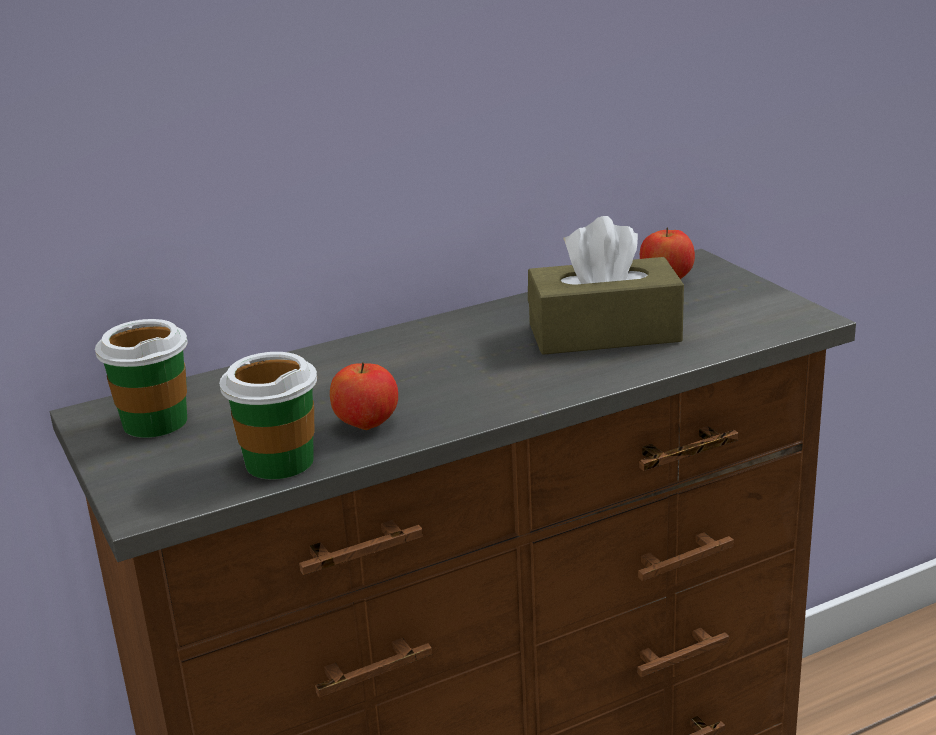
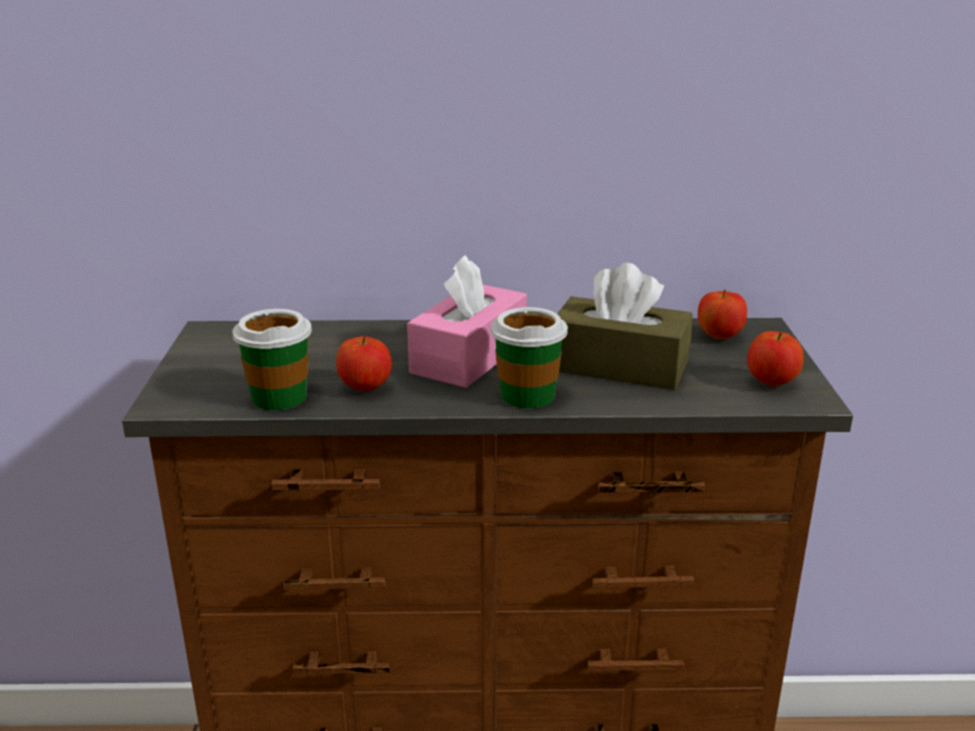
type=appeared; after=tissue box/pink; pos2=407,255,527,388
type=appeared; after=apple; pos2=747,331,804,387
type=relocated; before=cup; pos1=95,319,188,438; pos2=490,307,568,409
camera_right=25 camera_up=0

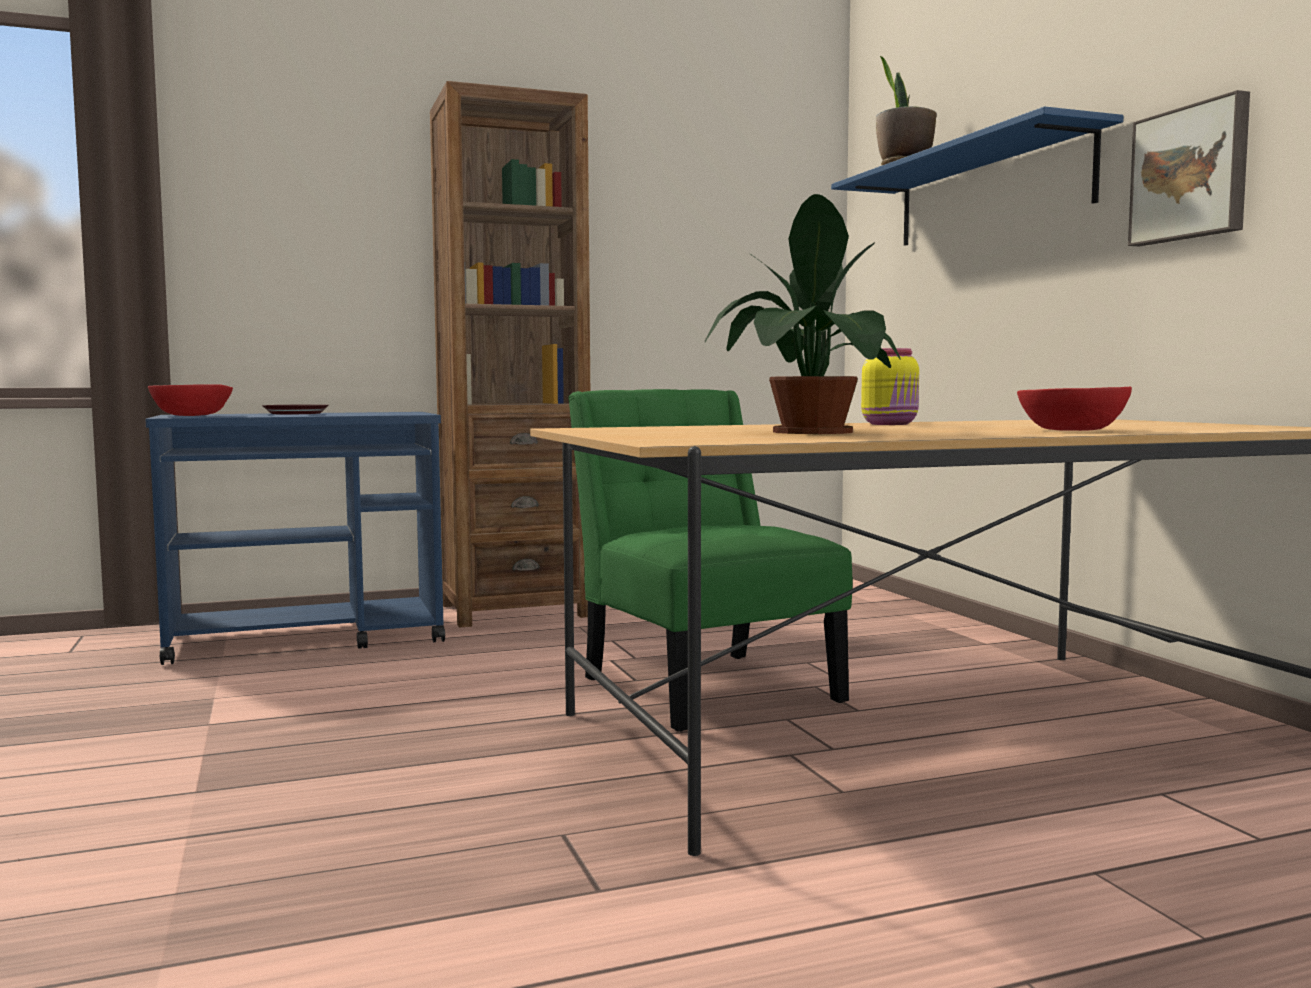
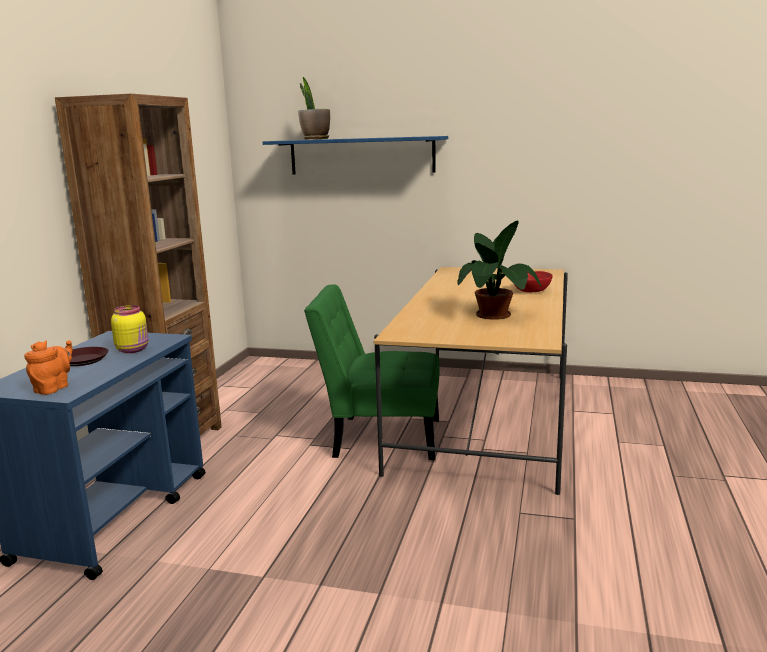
type=missing; before=picture; pos1=1128,90,1250,246
type=relocated; before=jar/yellow; pos1=861,348,919,425; pos2=111,305,148,353
type=exchanged; before=bowl/red; after=teapot/orange; pos1=148,384,233,416; pos2=24,340,73,395
camera_right=-55 camera_up=10

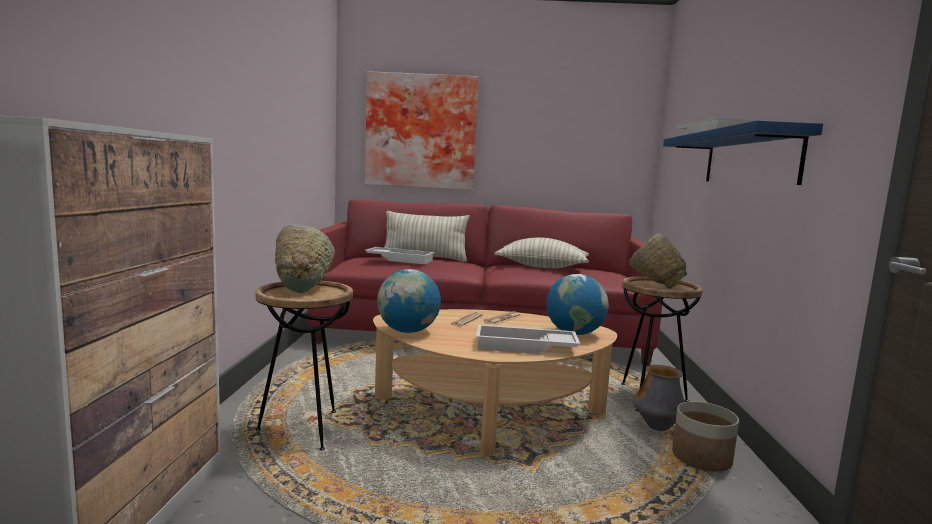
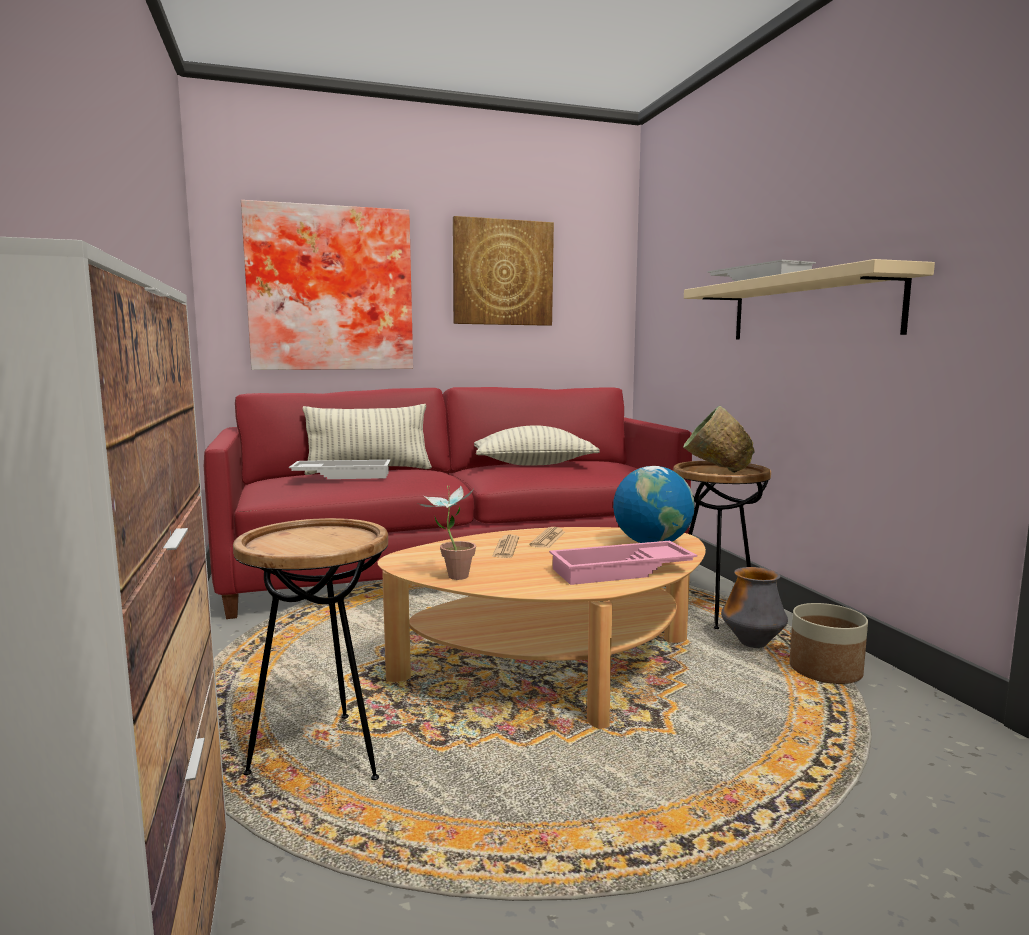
type=missing; before=bowl/green; pos1=275,225,335,293
type=appeared; after=picture; pos2=453,216,554,326
type=exchanged; before=globe; after=potted plant; pos1=377,269,441,333; pos2=418,486,476,580
type=colour; before=tray/white; after=tray/pink; pos1=476,325,580,354; pos2=549,541,697,585
type=colour; before=shelf/blue; after=shelf/beige; pos1=663,120,823,185; pos2=684,259,935,339
camera_right=-20 camera_up=0

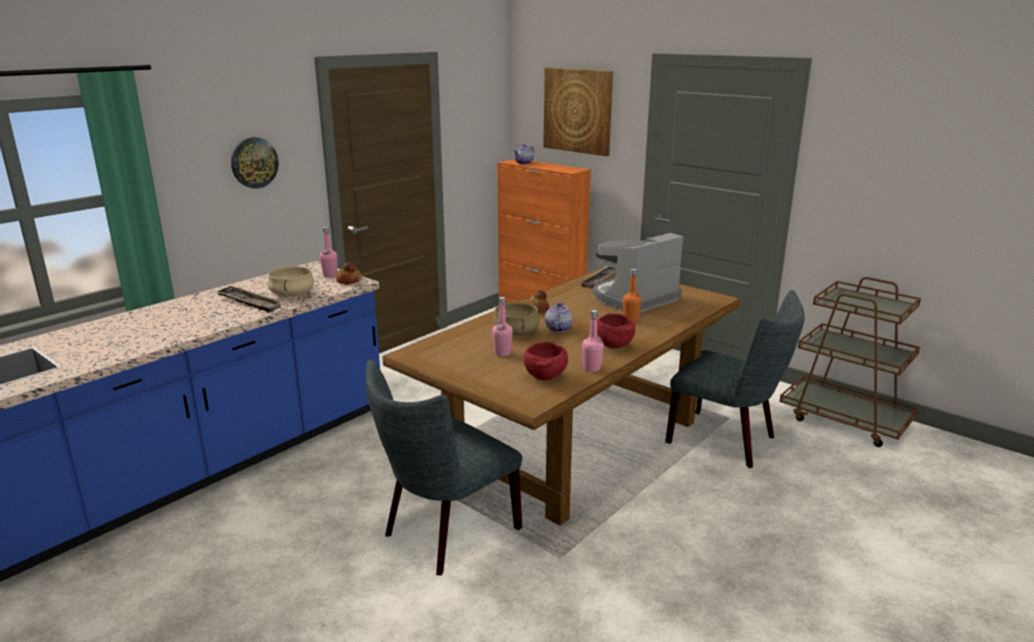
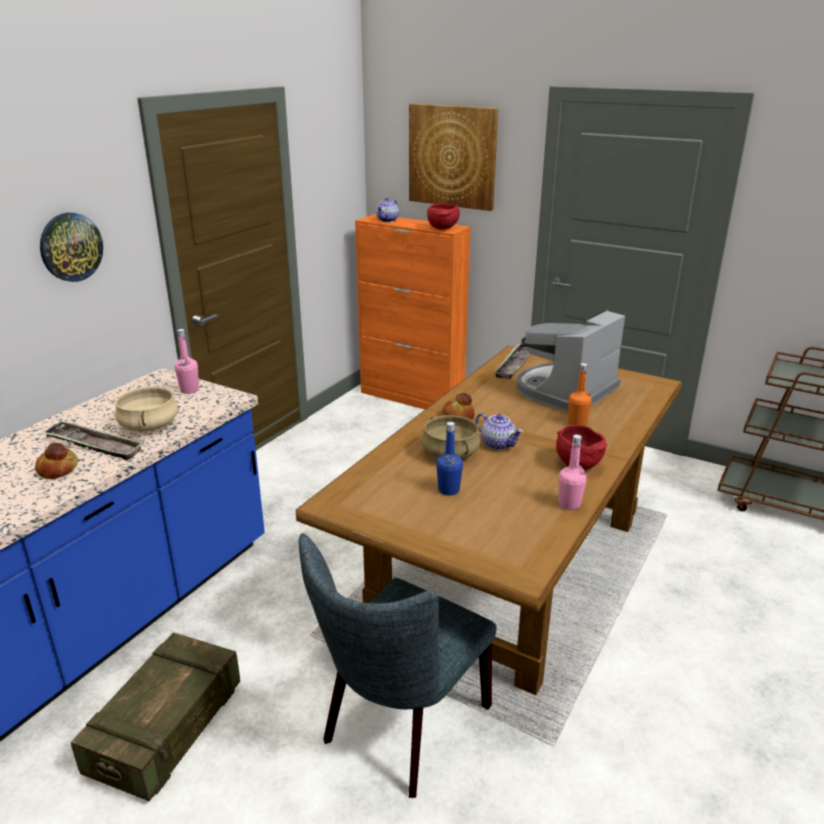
type=missing; before=chair/grey; pos1=665,290,805,468
type=appeared; after=crate; pos2=71,632,240,801
type=relocated; before=bread; pos1=336,262,362,284; pos2=35,443,78,479
type=relocated; before=bowl/red; pos1=524,342,568,380; pos2=427,203,460,229
type=colour; before=bottle/pink; after=bottle/blue; pos1=492,297,513,356; pos2=436,422,463,495
type=spun; before=teapot; pos1=545,302,573,332; pos2=476,413,523,450; turn=135
camera_right=-10 camera_up=5

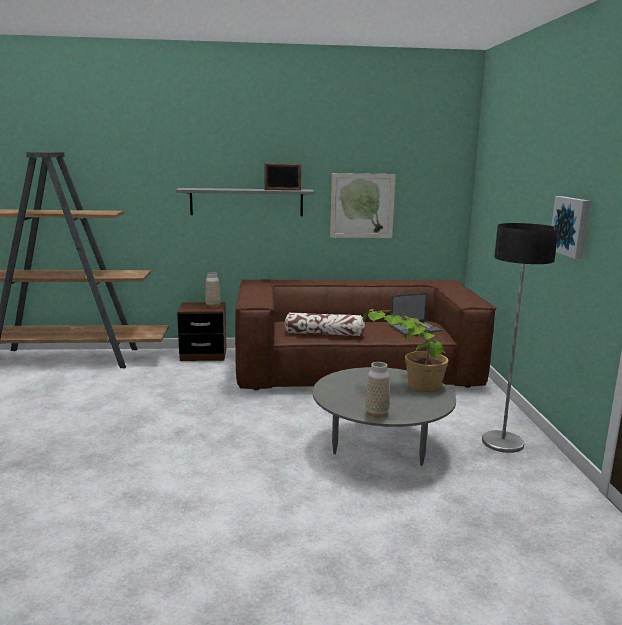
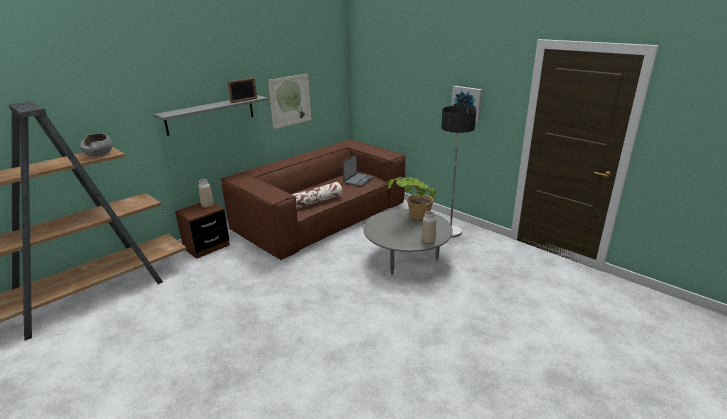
type=appeared; after=bowl/grey; pos2=80,133,113,156
camera_right=-40 camera_up=10

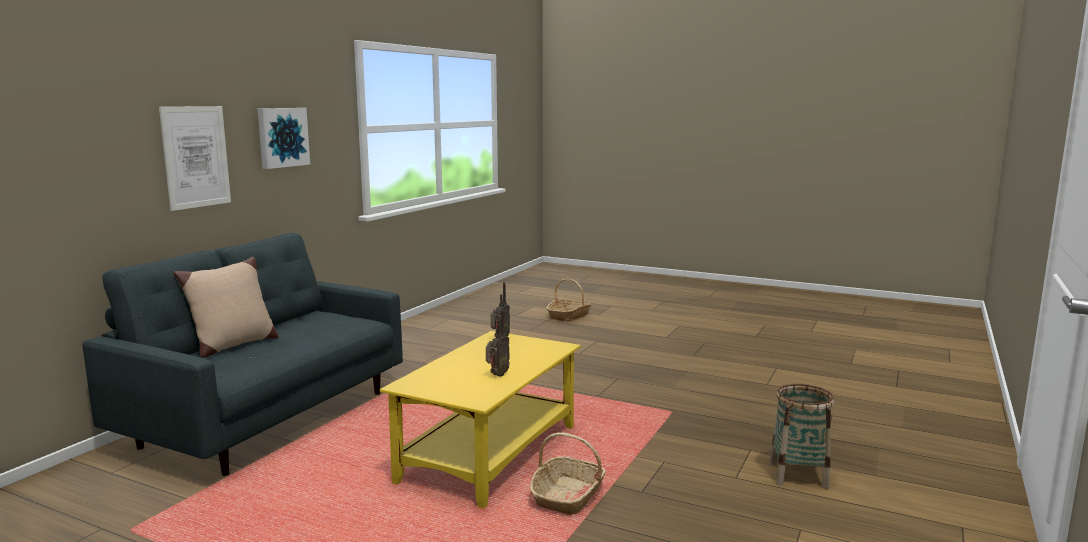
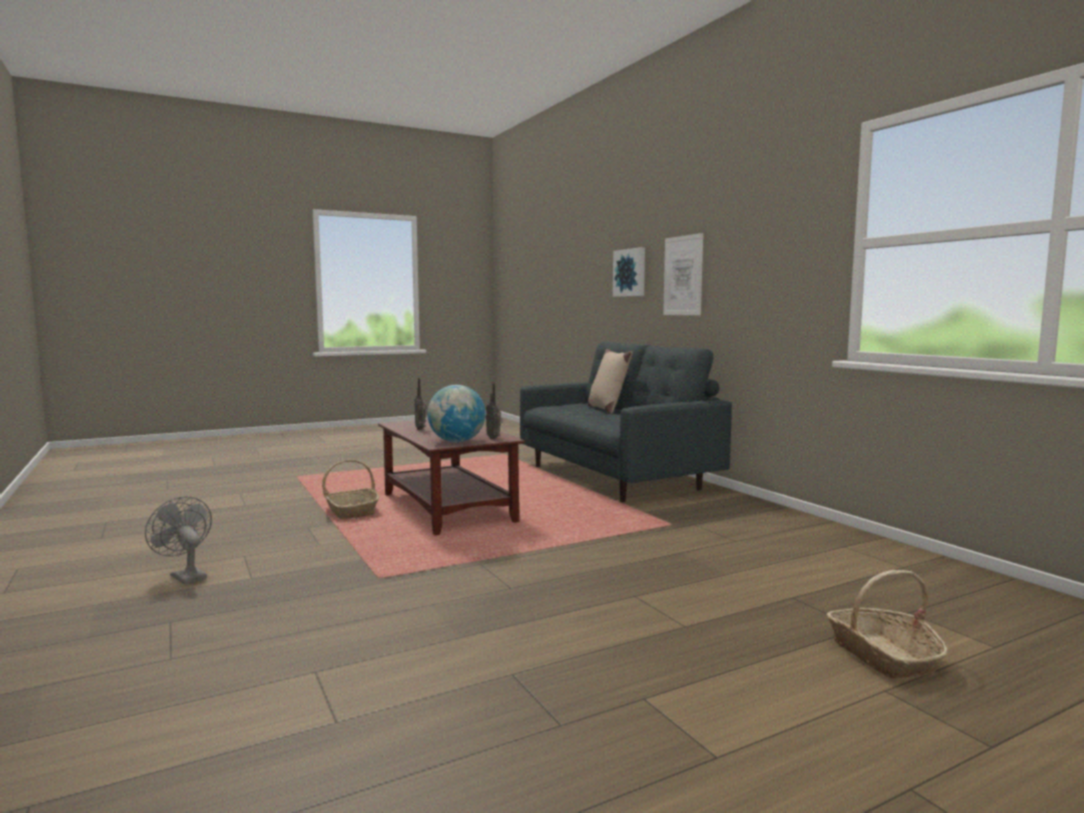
type=appeared; after=globe; pos2=427,385,486,442
type=relocated; before=picture; pos1=258,108,310,169; pos2=613,247,645,297
type=exchanged; before=basket; after=fan/grey; pos1=770,384,834,489; pos2=145,496,212,585
type=colour; before=coffee table/yellow; after=coffee table/brown; pos1=380,331,581,509; pos2=378,419,525,535
camera_right=125 camera_up=-5

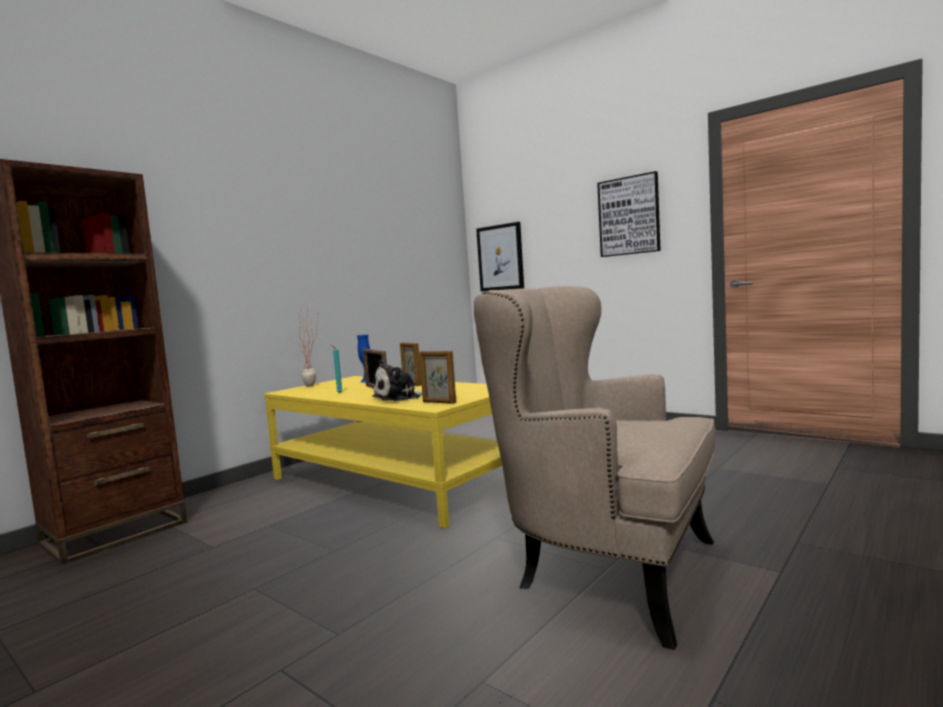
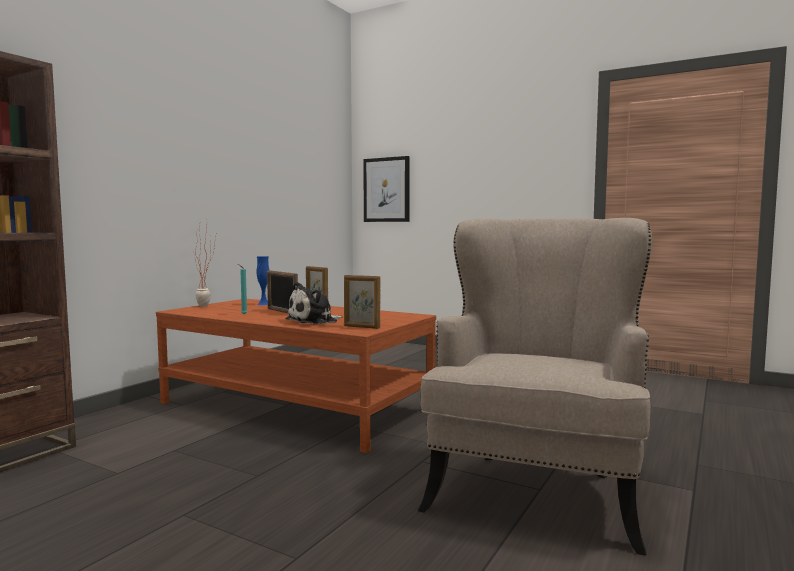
type=missing; before=picture; pos1=597,171,661,257
type=colour; before=coffee table/yellow; after=coffee table/brown; pos1=264,376,502,529; pos2=156,299,436,453
type=spun; before=armchair/beige; pos1=474,286,716,650; pos2=418,218,652,556; turn=90
camera_right=-10 camera_up=0

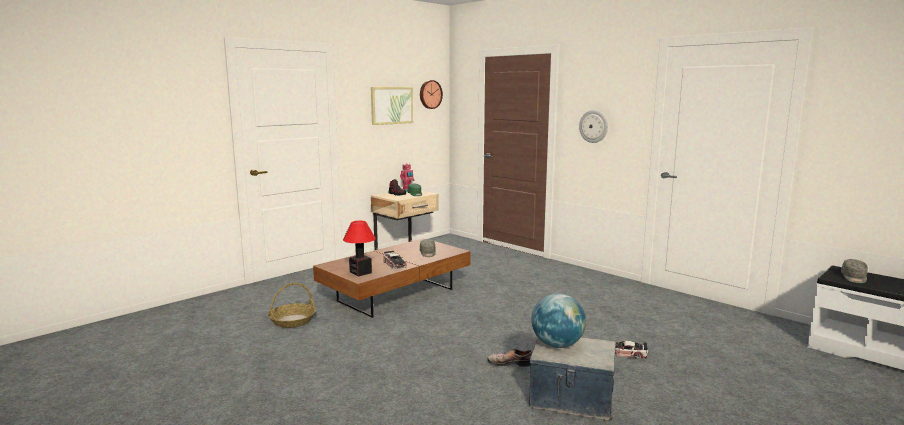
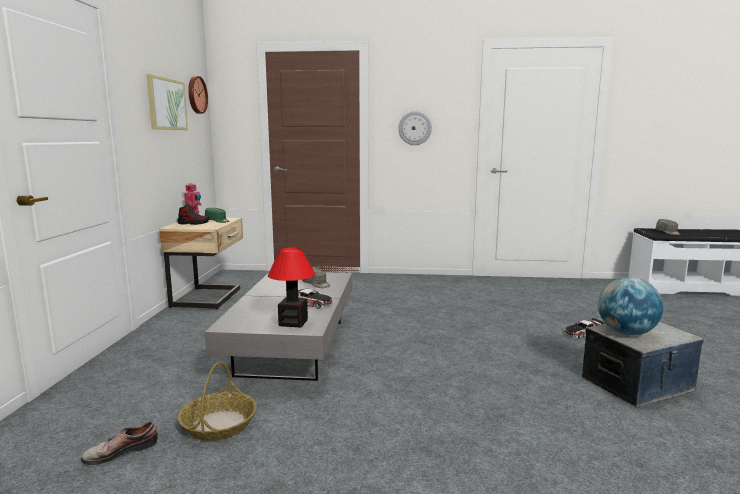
type=relocated; before=shoe; pos1=487,349,532,367; pos2=81,421,158,465
type=colour; before=coffee table/brown; after=coffee table/grey; pos1=313,238,471,318; pos2=205,272,352,381
camera_right=-40 camera_up=0

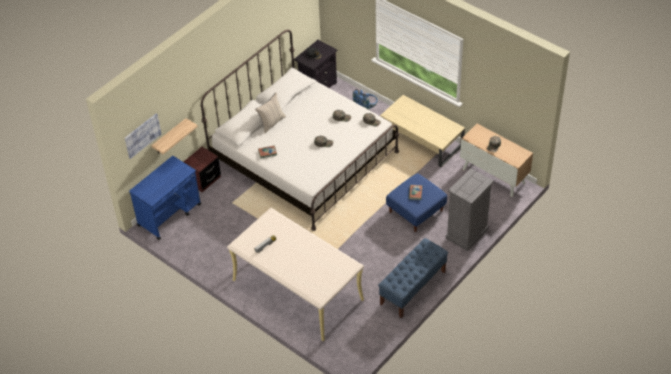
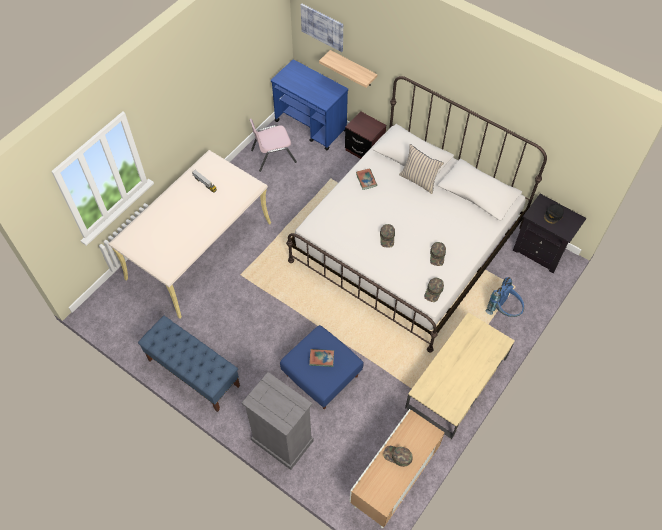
type=appeared; after=chair/pink; pos2=249,119,297,172
camera_right=85 camera_up=10

